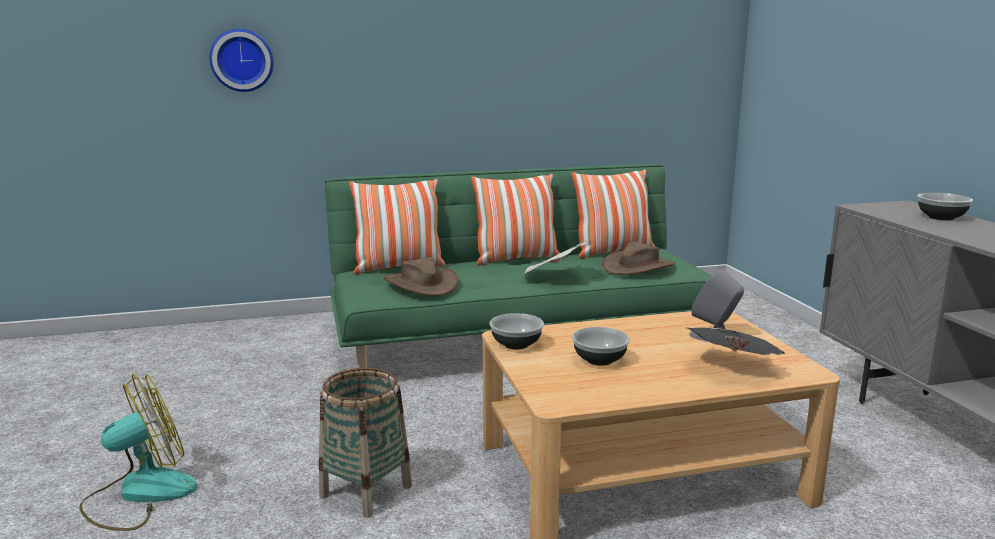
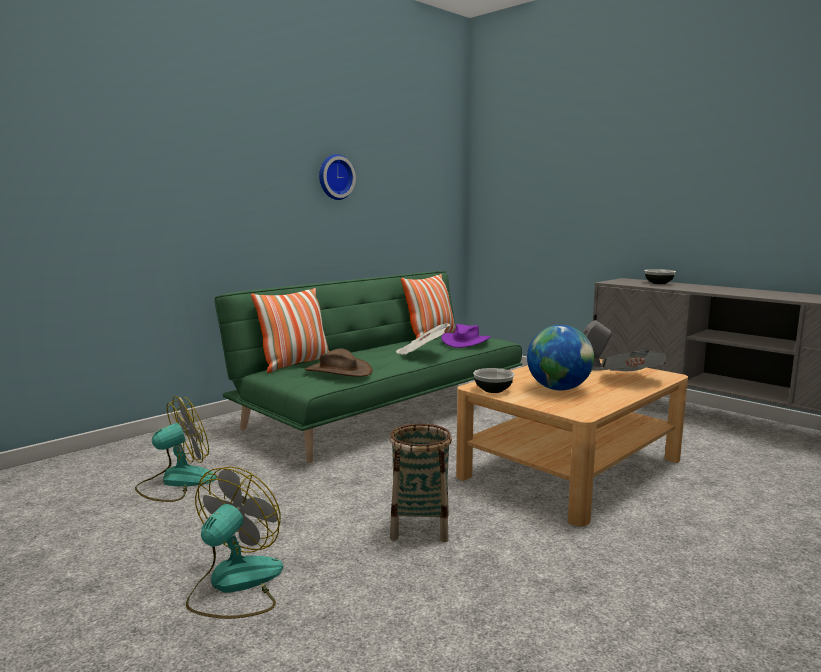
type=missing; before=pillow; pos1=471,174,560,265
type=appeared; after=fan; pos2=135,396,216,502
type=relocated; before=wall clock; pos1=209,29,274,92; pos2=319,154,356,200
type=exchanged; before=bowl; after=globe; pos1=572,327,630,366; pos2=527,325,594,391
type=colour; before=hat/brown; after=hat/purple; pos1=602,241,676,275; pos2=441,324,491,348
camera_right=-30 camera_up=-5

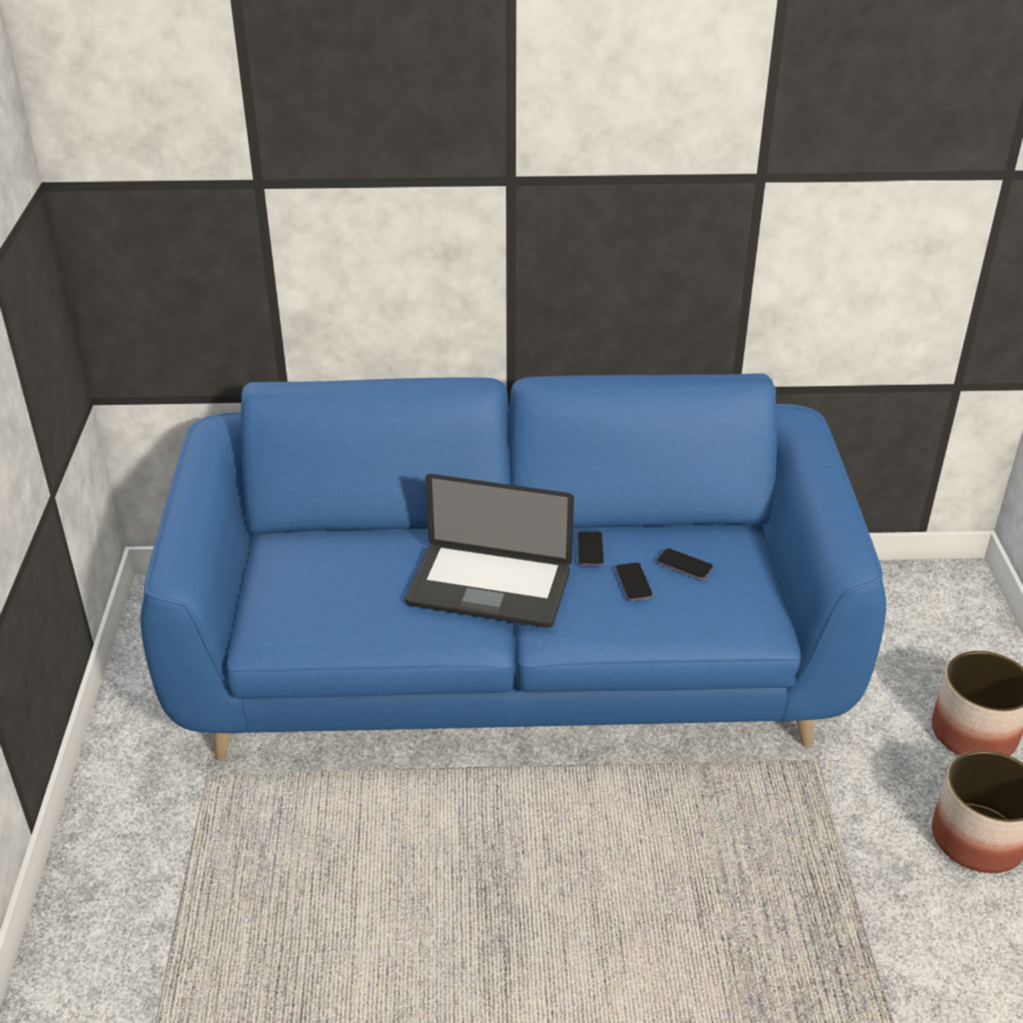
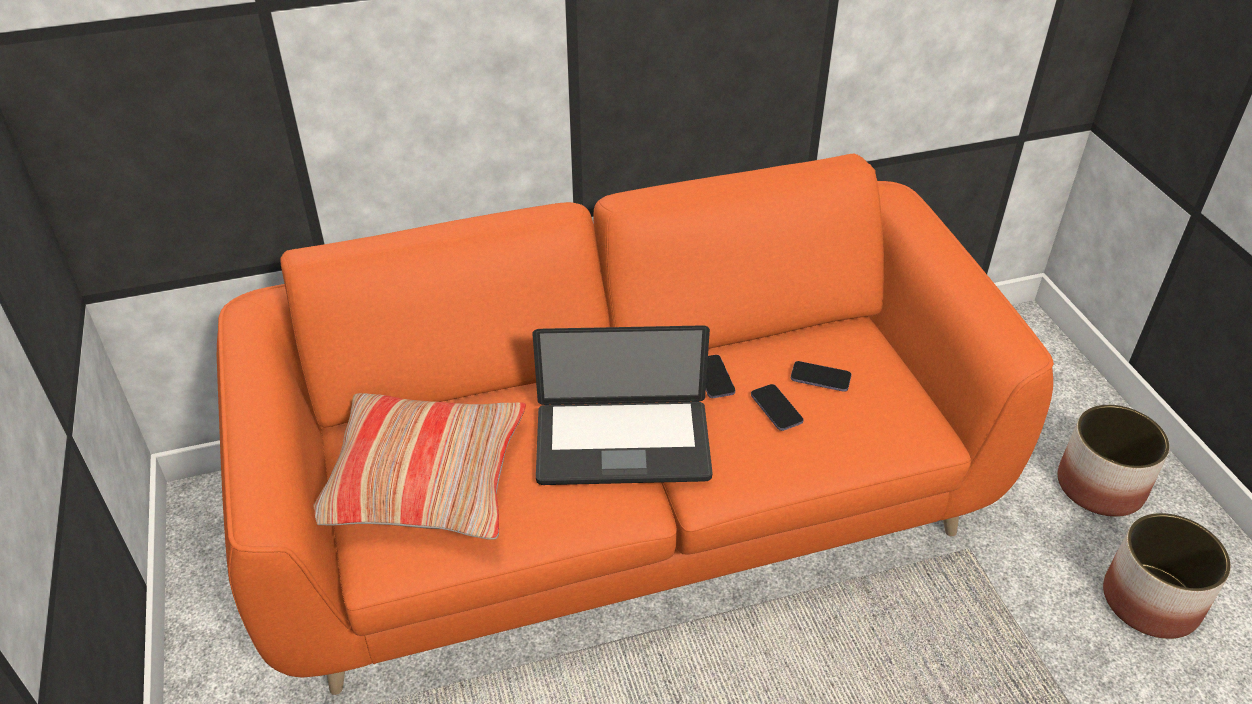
type=appeared; after=pillow; pos2=314,393,526,540
type=colour; before=sofa/blue; after=sofa/orange; pos1=141,373,886,760; pos2=217,153,1054,695
camera_right=-15 camera_up=5

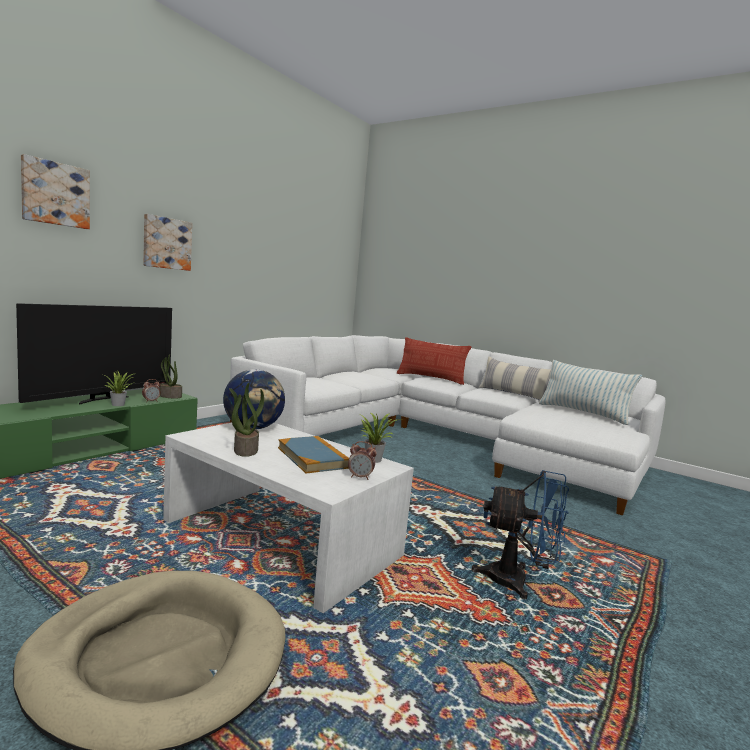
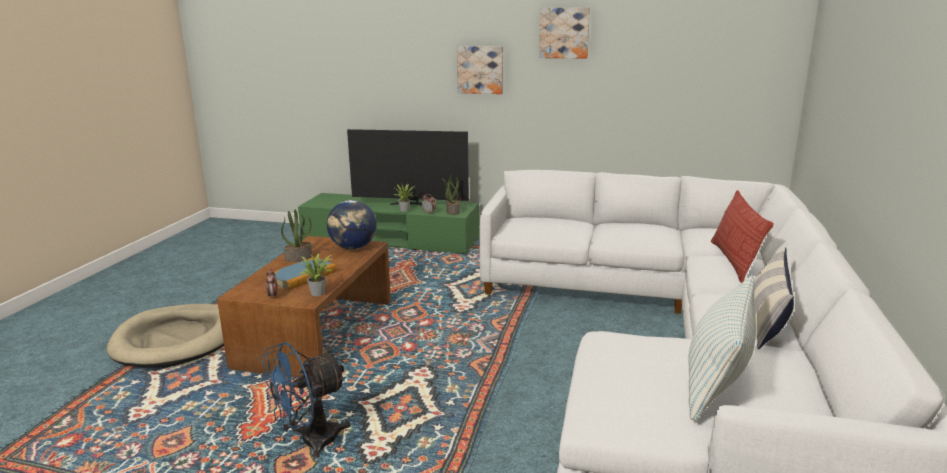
type=relocated; before=picture; pos1=21,154,90,229; pos2=539,7,590,58
type=colour; before=coffee table/white; after=coffee table/brown; pos1=163,423,414,613; pos2=217,236,391,378
type=spun; before=fan/blue; pos1=471,470,569,599; pos2=260,342,351,458; turn=60
camera_right=70 camera_up=10

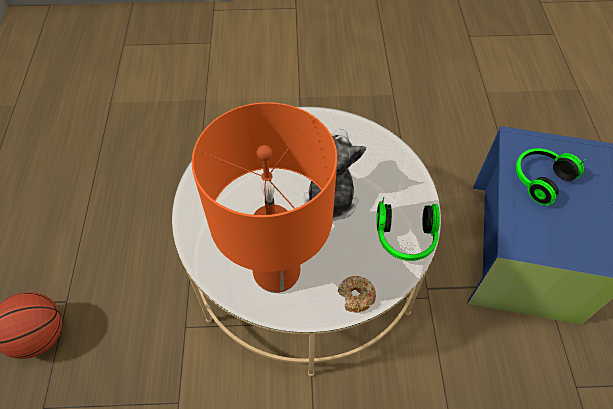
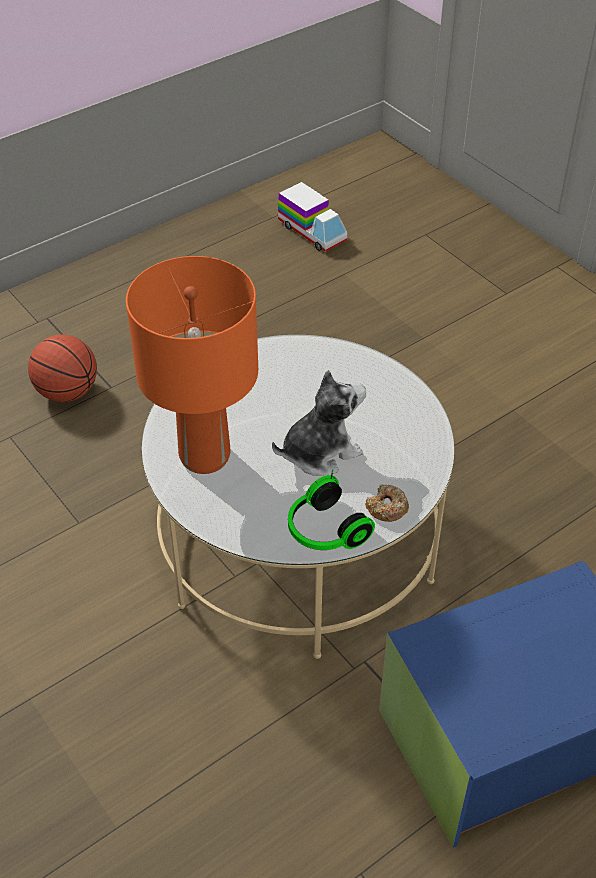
type=missing; before=headphones; pos1=515,148,586,206
type=appeared; after=toy truck; pos2=278,182,348,252
type=relocated; before=donut; pos1=338,276,376,313; pos2=365,484,409,522
camera_right=55 camera_up=-10

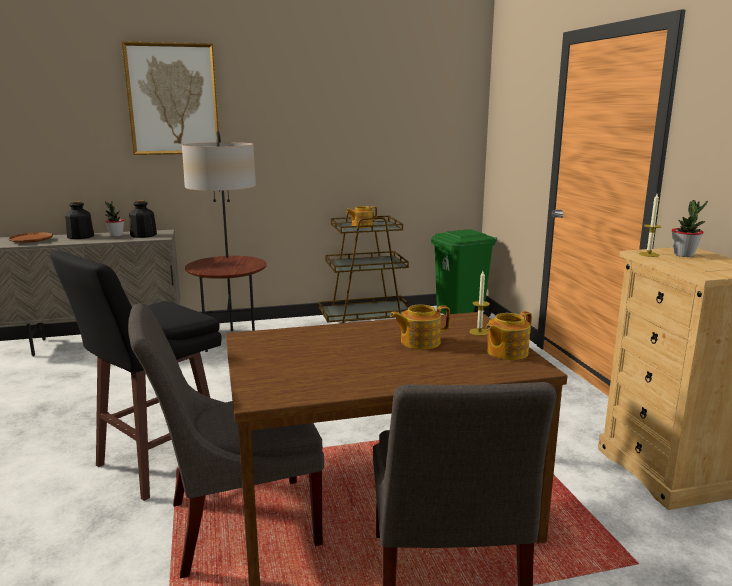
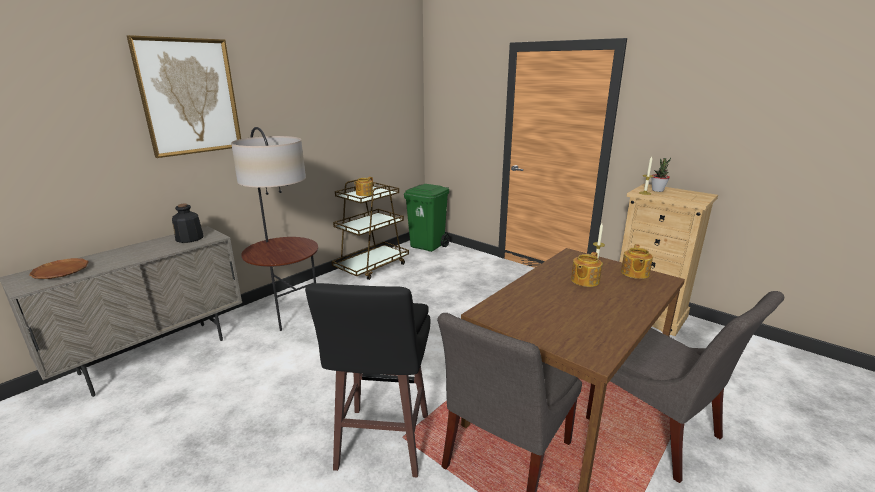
type=missing; before=bottle; pos1=65,201,94,239
type=missing; before=potted plant; pos1=105,201,124,237
camera_right=-35 camera_up=5

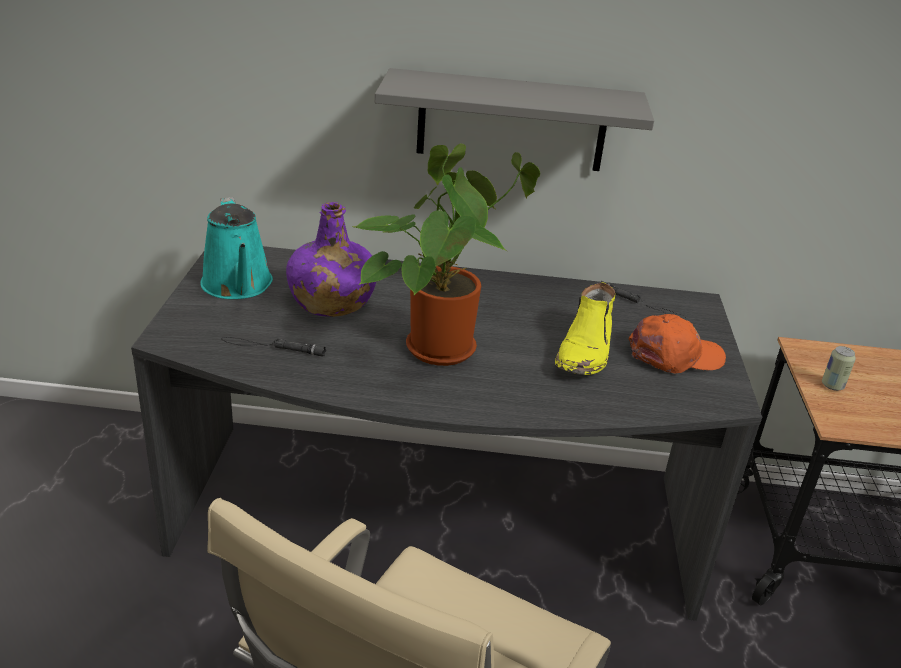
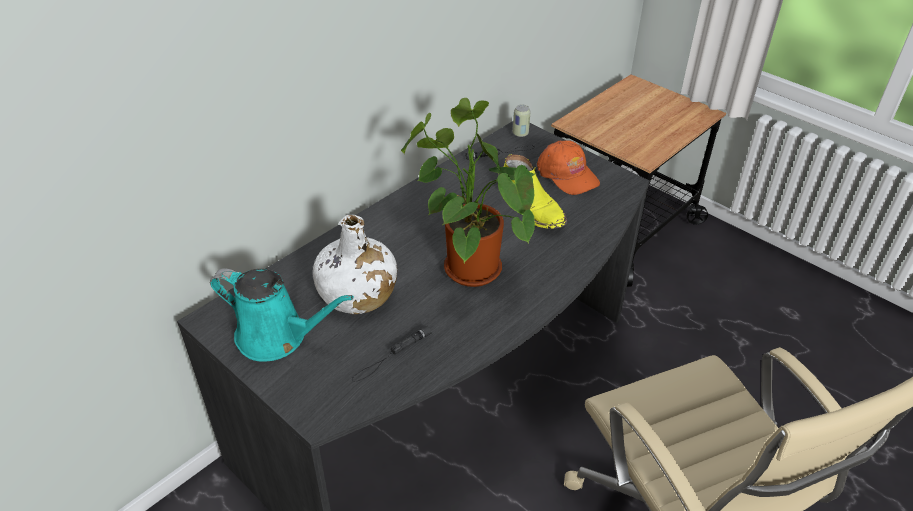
type=missing; before=shelf/grey; pos1=375,68,654,171
type=relocated; before=can; pos1=822,346,856,391; pos2=513,104,531,137
type=colour; before=bottle/purple; after=bottle/white; pos1=286,202,376,317; pos2=313,214,397,314
type=spun; before=cap/orange; pos1=628,314,726,374; pos2=537,140,600,195; turn=120
camera_right=-50 camera_up=10

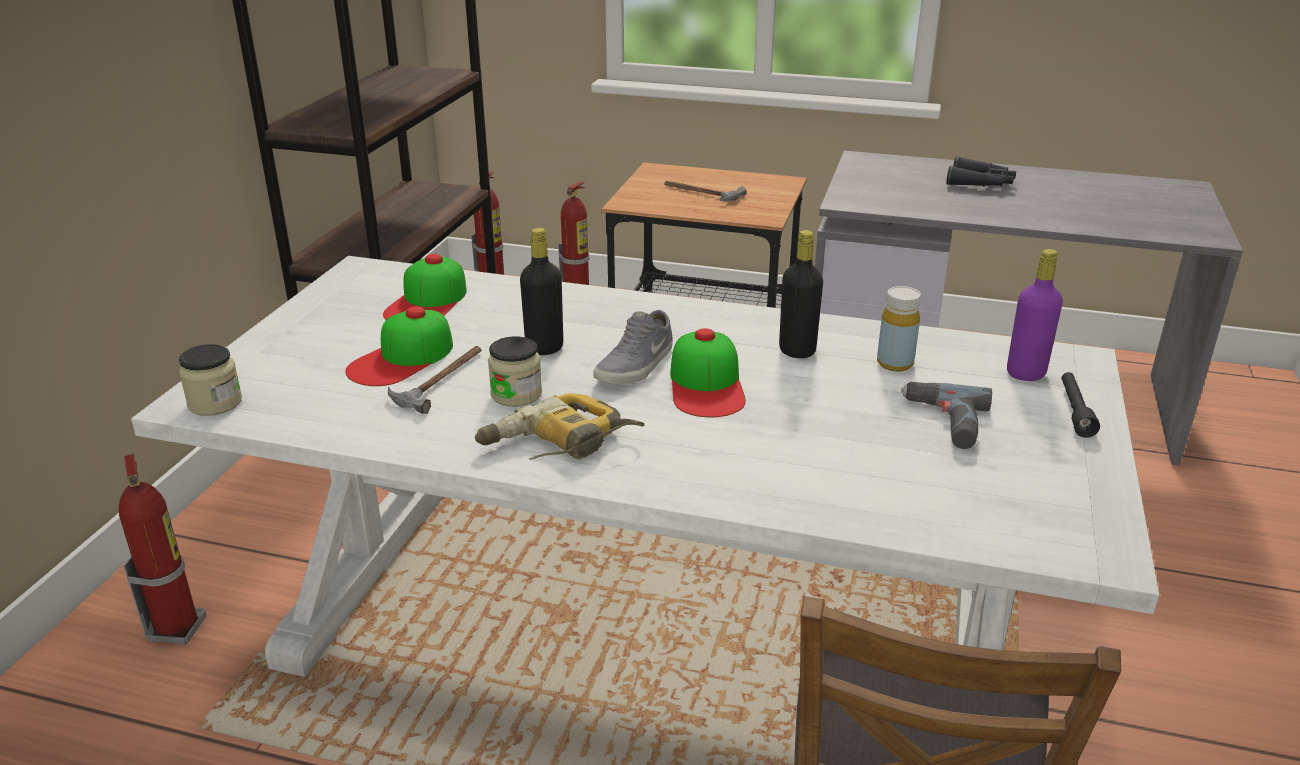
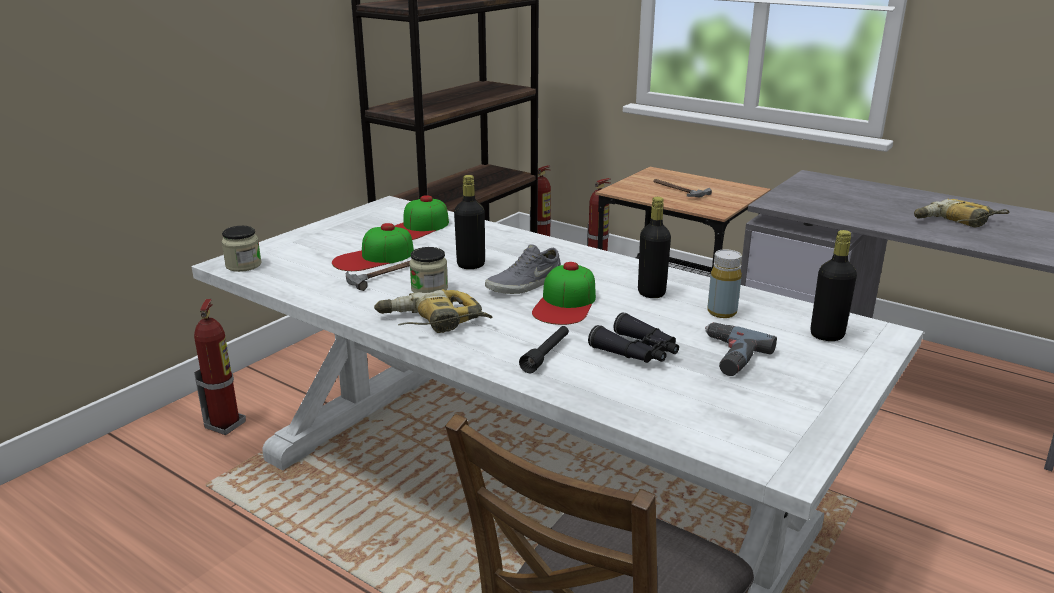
type=appeared; after=power drill; pos2=914,199,1010,227
type=relocated; before=binoculars/black; pos1=947,156,1016,187; pos2=588,313,679,363
type=relocated; before=flashlight/black; pos1=1062,372,1100,438; pos2=519,326,569,373
type=colour; before=bottle/purple; after=bottle/black; pos1=1007,249,1063,381; pos2=811,230,857,341
camera_right=20 camera_up=-5

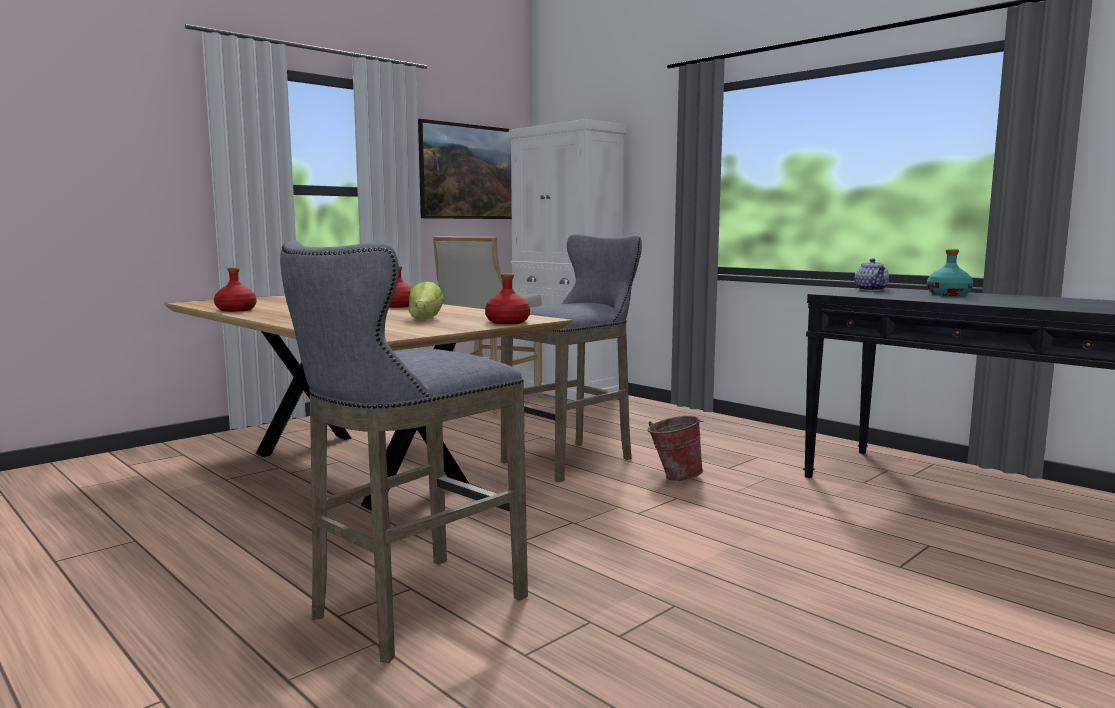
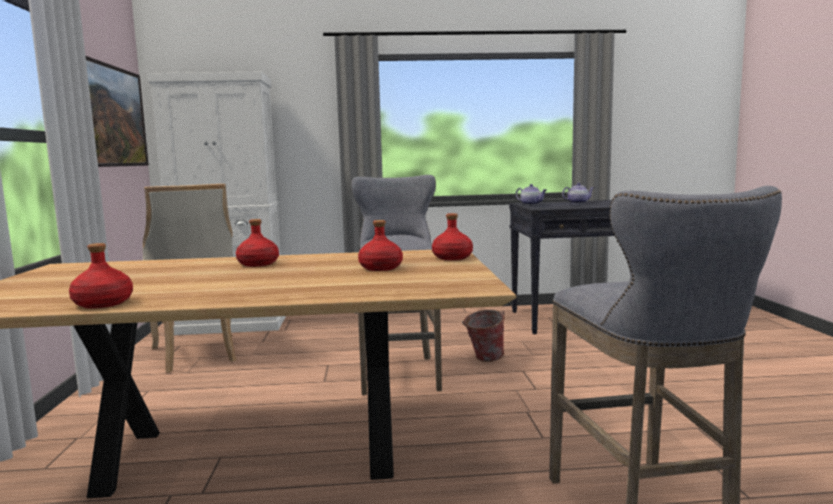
type=exchanged; before=lettuce; after=bottle/red; pos1=408,281,444,320; pos2=358,220,403,271
type=exchanged; before=bottle/turquoise; after=teapot; pos1=927,249,973,296; pos2=562,183,594,204
camera_right=-50 camera_up=0

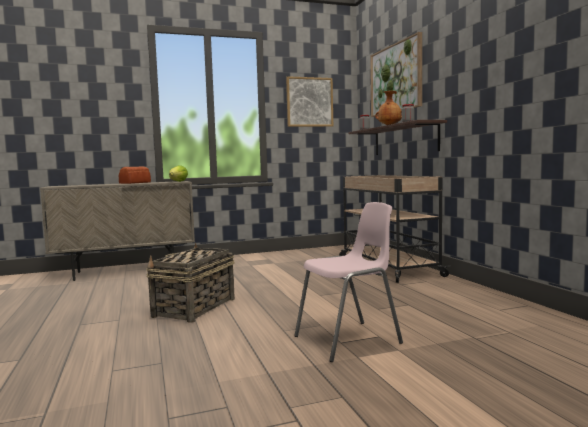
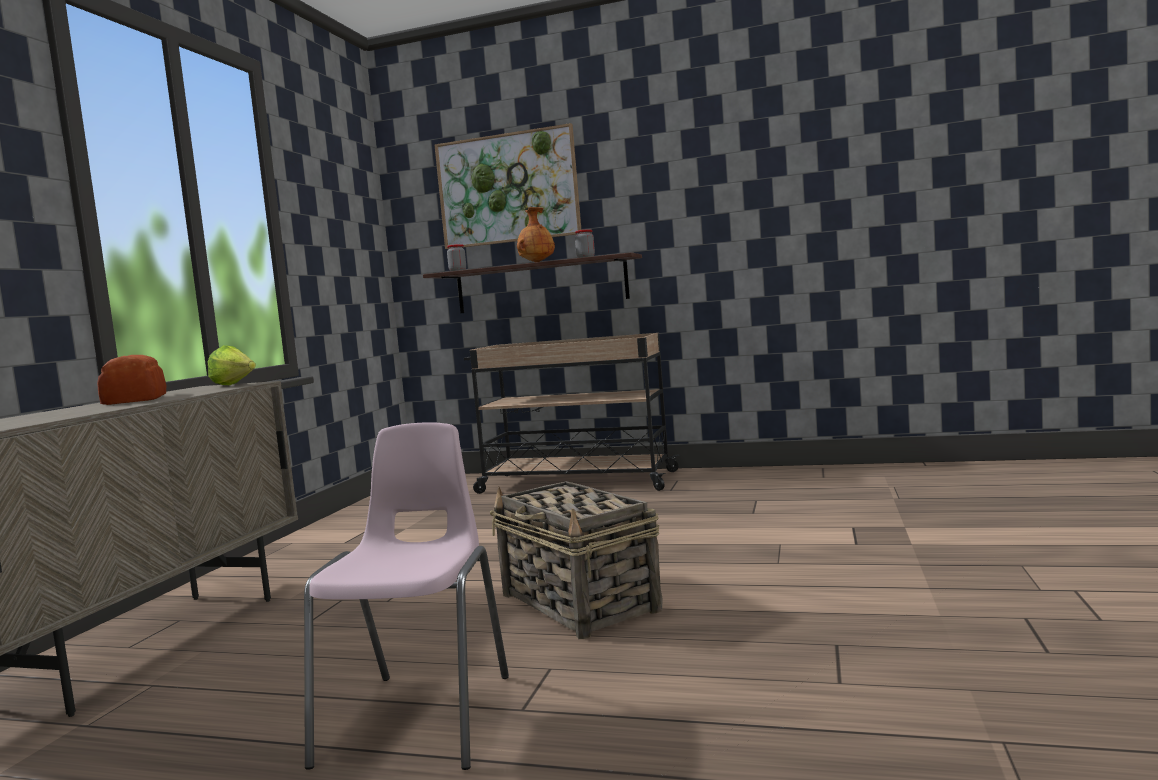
type=missing; before=picture; pos1=286,76,333,127
type=relocated; before=chair/pink; pos1=294,202,403,362; pos2=304,422,509,770
camera_right=-55 camera_up=0

